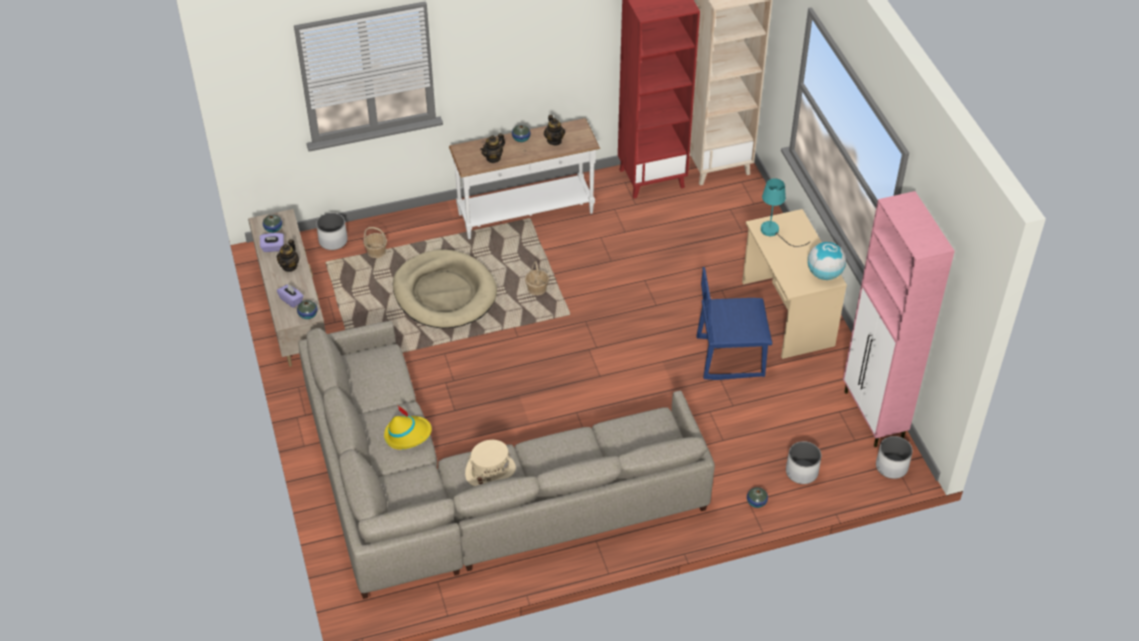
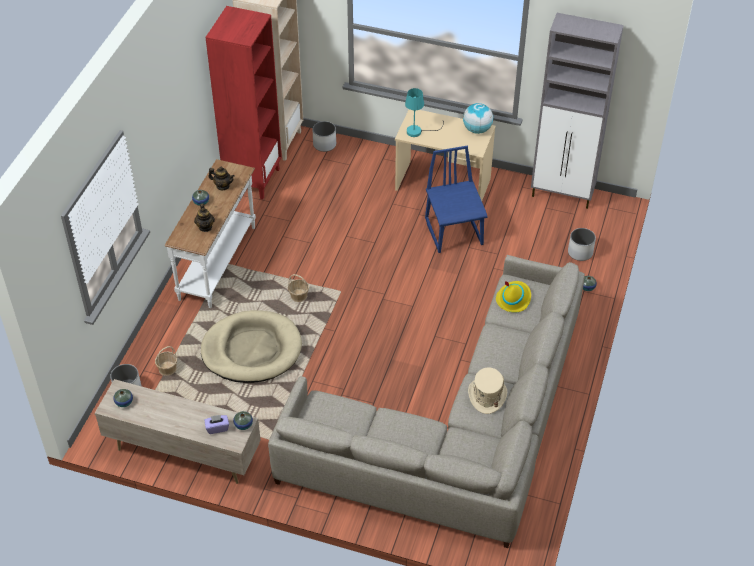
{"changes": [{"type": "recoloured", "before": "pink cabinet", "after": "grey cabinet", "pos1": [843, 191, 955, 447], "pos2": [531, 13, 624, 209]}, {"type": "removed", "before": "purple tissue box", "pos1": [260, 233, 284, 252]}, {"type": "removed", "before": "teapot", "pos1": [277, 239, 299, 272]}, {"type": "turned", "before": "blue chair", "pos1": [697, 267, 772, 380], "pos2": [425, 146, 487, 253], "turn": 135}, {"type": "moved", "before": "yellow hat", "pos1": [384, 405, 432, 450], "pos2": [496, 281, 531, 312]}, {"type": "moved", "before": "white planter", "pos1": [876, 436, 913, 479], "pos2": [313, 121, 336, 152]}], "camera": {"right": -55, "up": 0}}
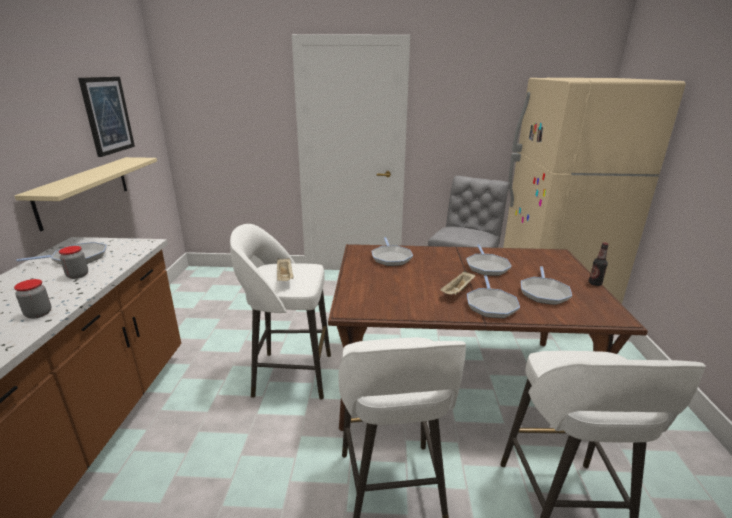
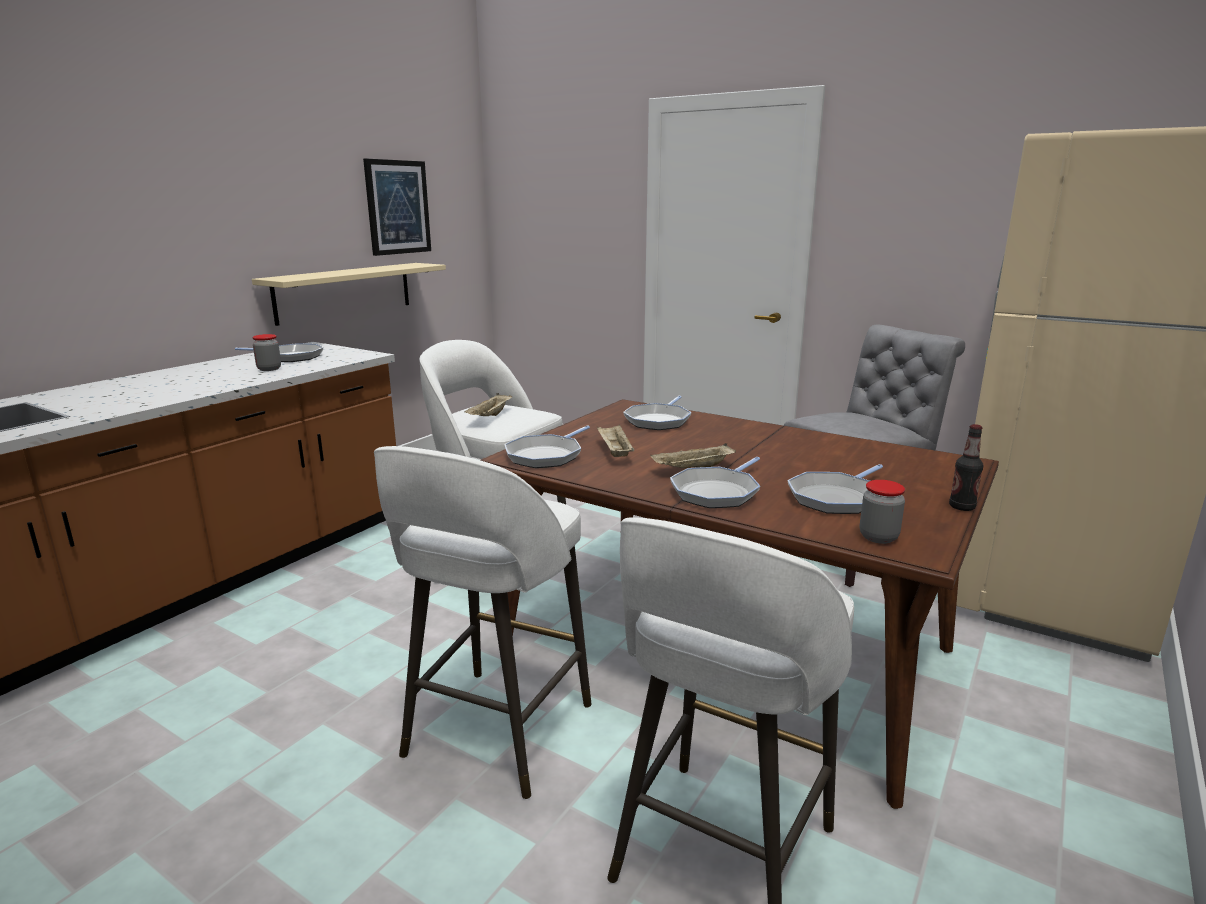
{"changes": [{"type": "moved", "before": "frying pan", "pos1": [466, 244, 512, 276], "pos2": [504, 426, 590, 468]}, {"type": "moved", "before": "jar", "pos1": [14, 279, 51, 319], "pos2": [860, 480, 905, 544]}, {"type": "added", "after": "beige tray", "pos2": [597, 424, 634, 457]}], "camera": {"right": 30, "up": -5}}
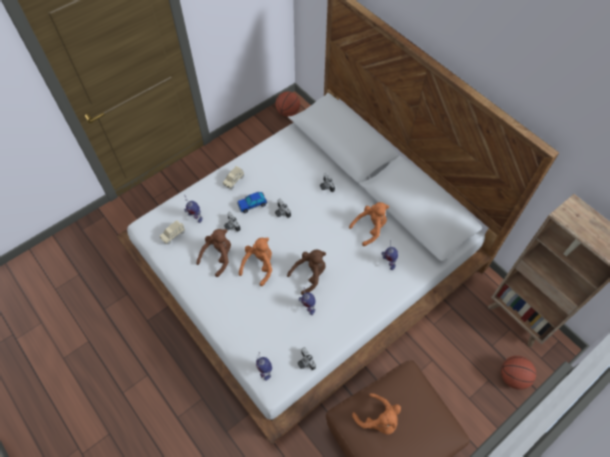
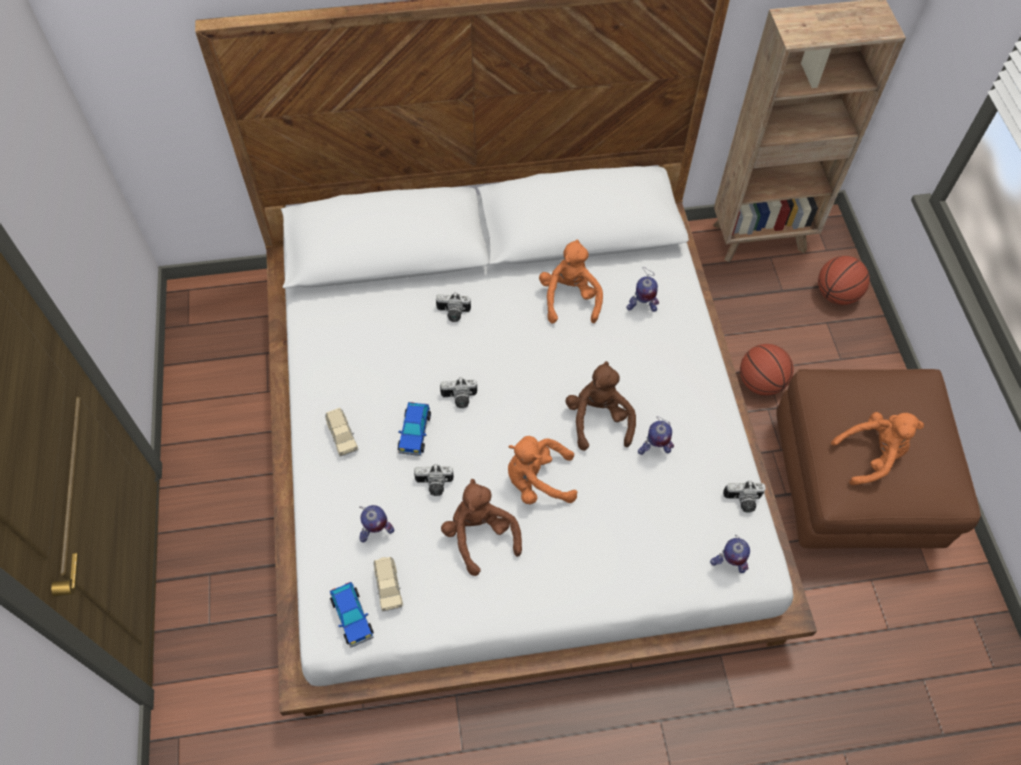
{"changes": [{"type": "moved", "before": "basketball", "pos1": [276, 91, 300, 117], "pos2": [740, 344, 793, 396]}, {"type": "turned", "before": "orange plush toy", "pos1": [239, 237, 272, 286], "pos2": [508, 436, 578, 505], "turn": -60}, {"type": "added", "after": "toy car", "pos2": [330, 582, 374, 648]}], "camera": {"right": -60, "up": 0}}
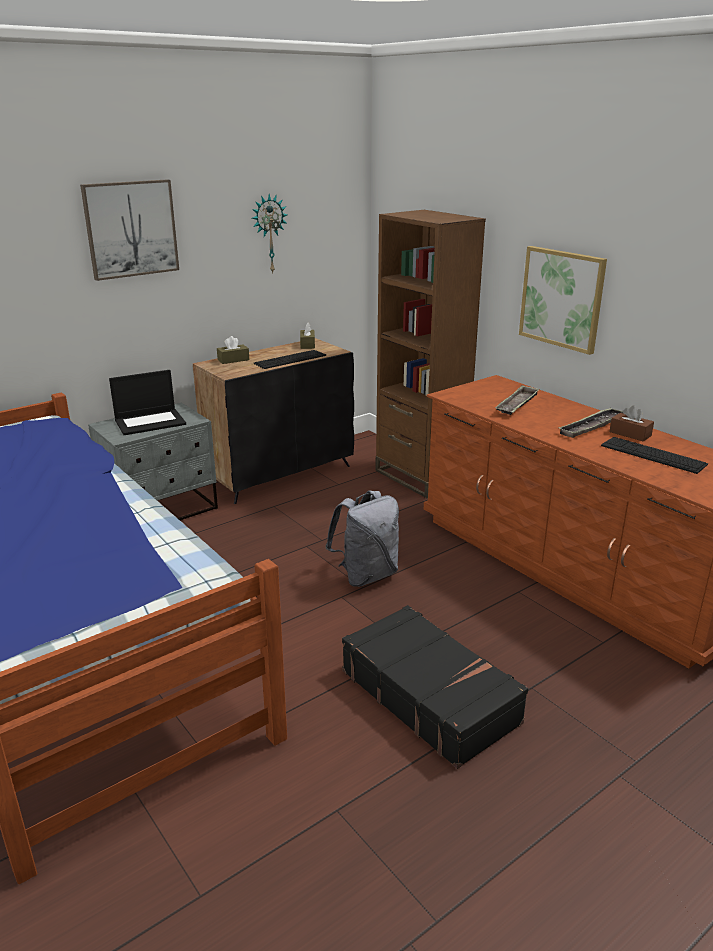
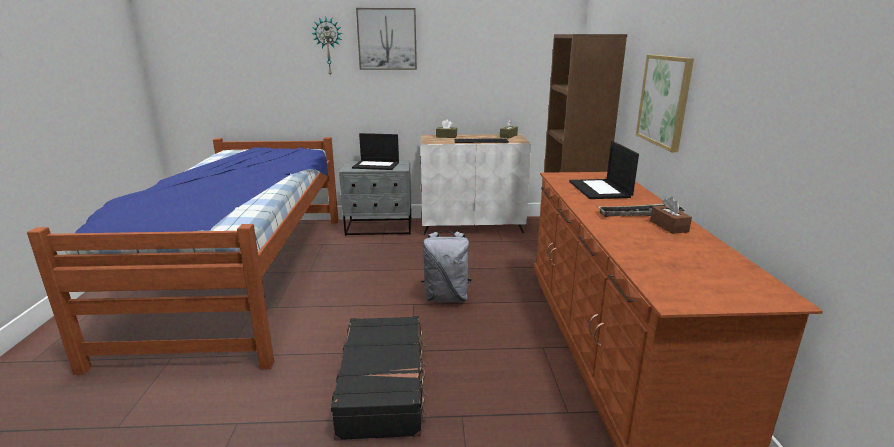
{"changes": [{"type": "moved", "before": "wall clock", "pos1": [252, 194, 288, 274], "pos2": [311, 17, 343, 77]}, {"type": "recoloured", "before": "black cabinet", "after": "white cabinet", "pos1": [193, 338, 354, 504], "pos2": [420, 134, 531, 235]}, {"type": "replaced", "before": "tray", "after": "laptop", "pos1": [495, 385, 539, 415], "pos2": [569, 141, 639, 199]}, {"type": "removed", "before": "keyboard", "pos1": [601, 437, 708, 474]}], "camera": {"right": 35, "up": -5}}
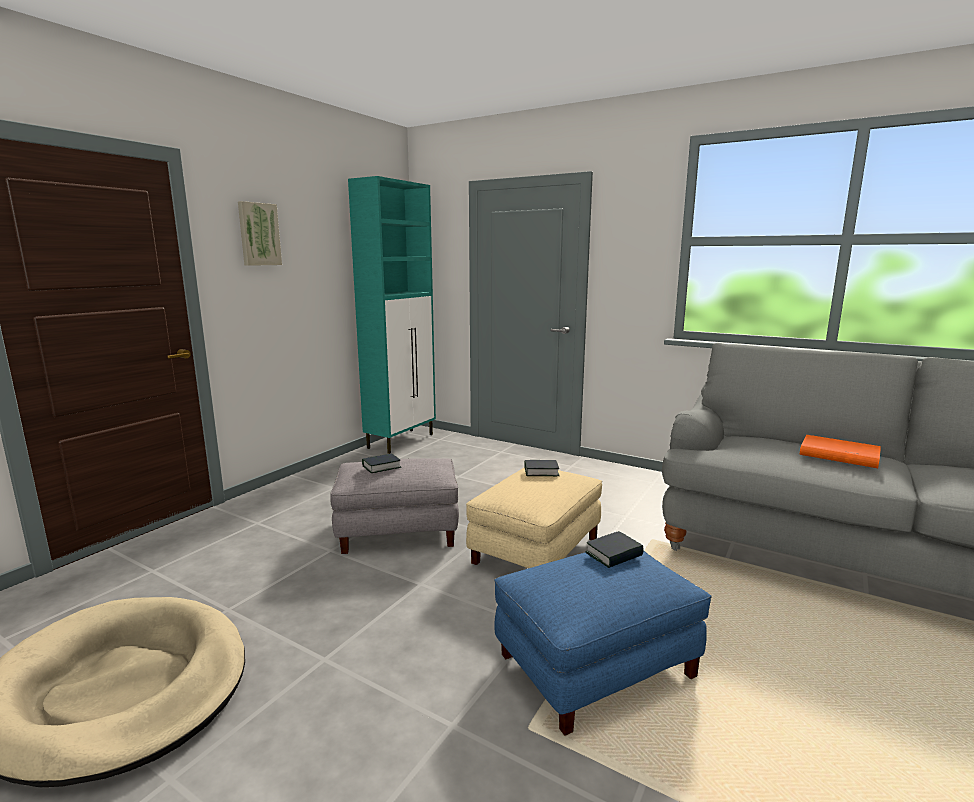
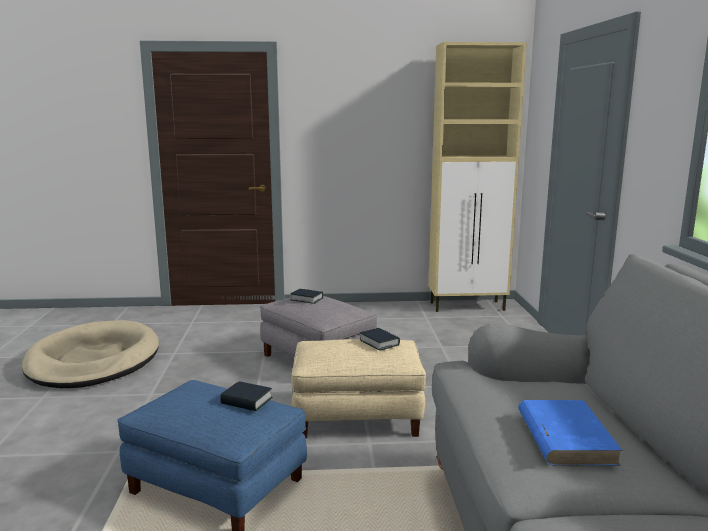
{"changes": [{"type": "recoloured", "before": "turquoise cabinet", "after": "beige cabinet", "pos1": [348, 176, 436, 454], "pos2": [429, 42, 527, 312]}, {"type": "removed", "before": "picture", "pos1": [238, 201, 282, 266]}, {"type": "recoloured", "before": "orange book", "after": "blue book", "pos1": [800, 435, 881, 468], "pos2": [518, 400, 623, 466]}], "camera": {"right": 55, "up": 0}}
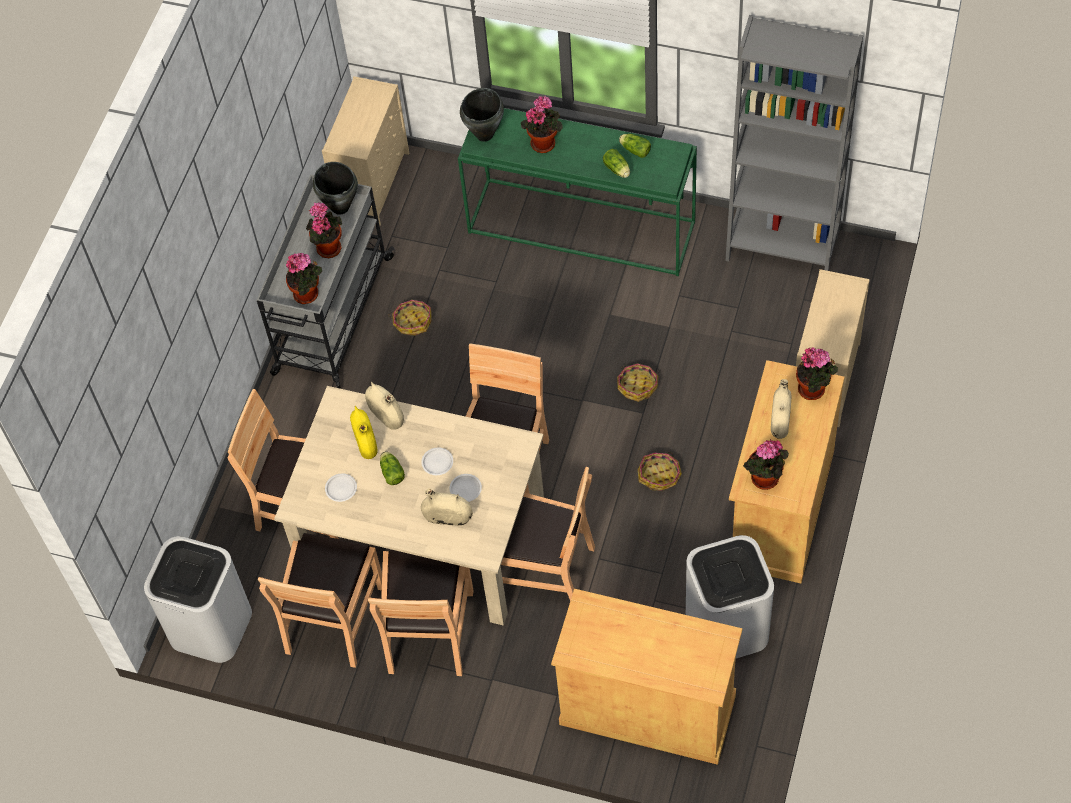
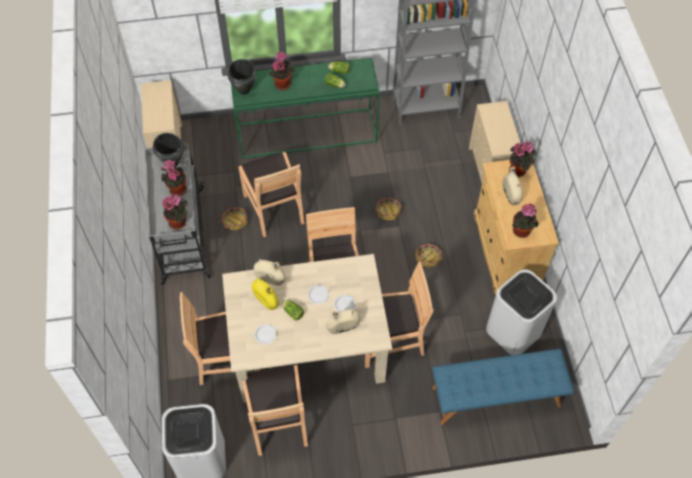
{"changes": [{"type": "moved", "before": "brown chair", "pos1": [368, 550, 474, 676], "pos2": [238, 152, 305, 237]}, {"type": "replaced", "before": "beige cabinet", "after": "blue bench", "pos1": [551, 589, 743, 765], "pos2": [432, 349, 574, 425]}], "camera": {"right": -30, "up": 0}}
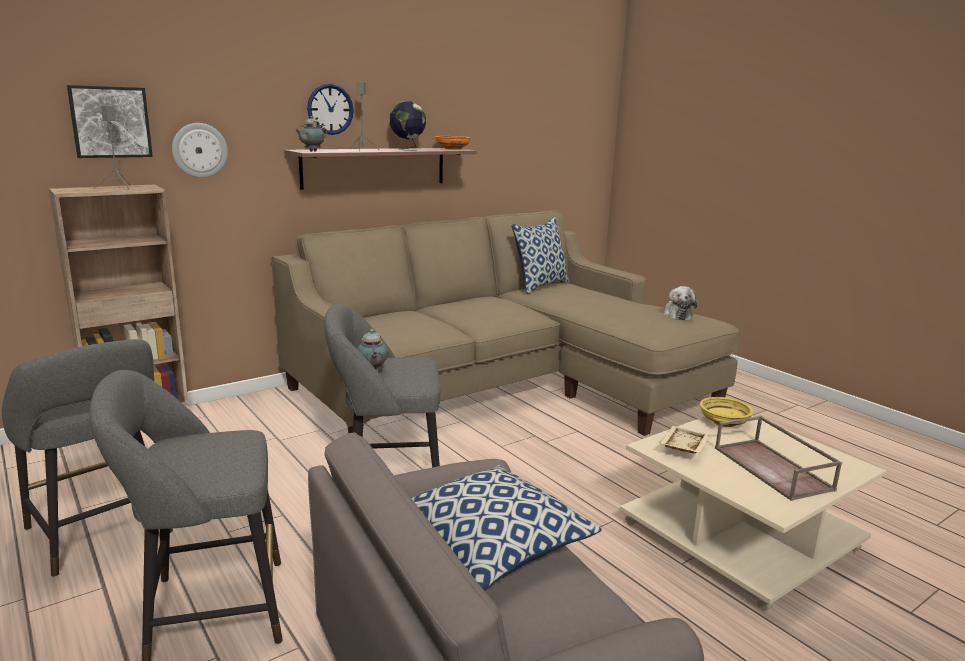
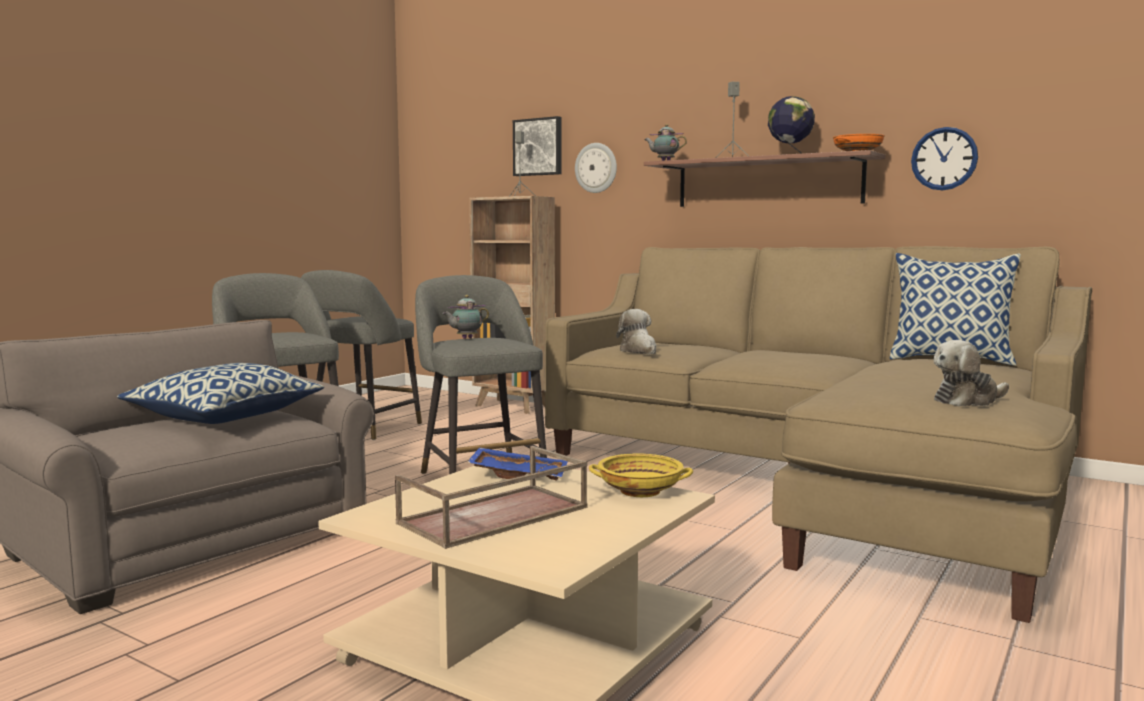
{"changes": [{"type": "moved", "before": "wall clock", "pos1": [307, 84, 354, 135], "pos2": [911, 127, 978, 190]}, {"type": "recoloured", "before": "beige tray", "after": "blue tray", "pos1": [660, 426, 709, 454], "pos2": [467, 447, 567, 481]}, {"type": "added", "after": "plush toy", "pos2": [616, 309, 656, 354]}], "camera": {"right": 70, "up": -10}}
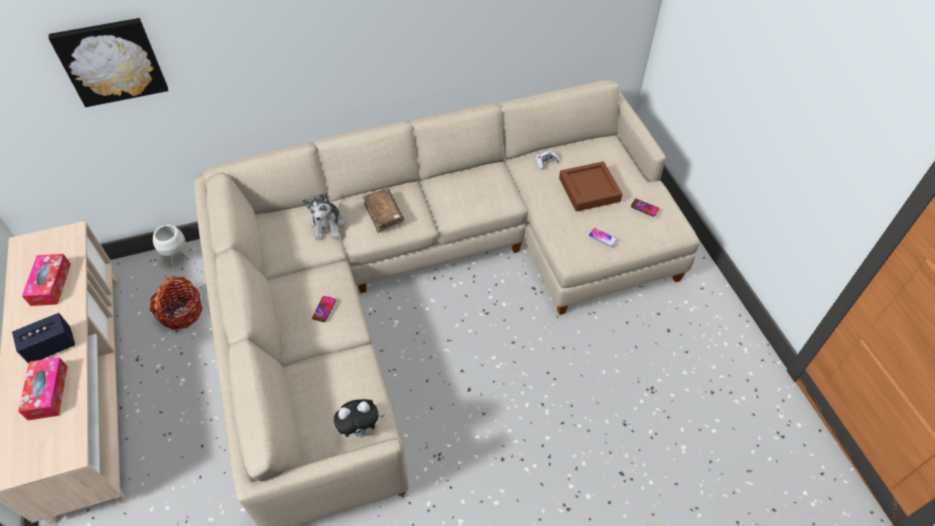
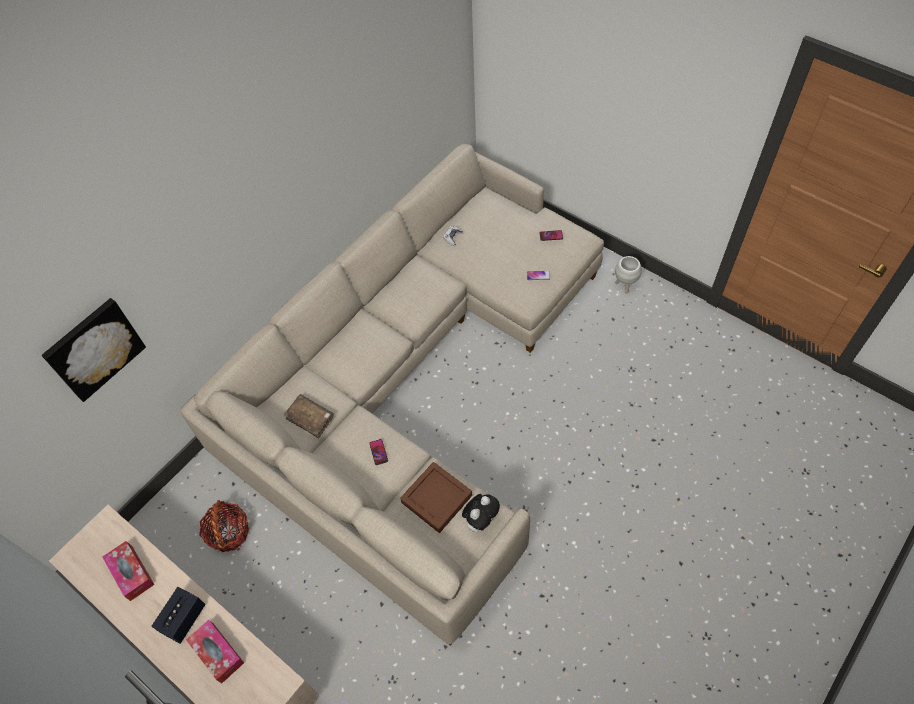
{"changes": [{"type": "moved", "before": "brown tray", "pos1": [559, 161, 622, 212], "pos2": [400, 462, 472, 533]}, {"type": "moved", "before": "brown book", "pos1": [363, 188, 404, 233], "pos2": [283, 394, 334, 438]}, {"type": "removed", "before": "plush toy", "pos1": [303, 193, 344, 240]}, {"type": "moved", "before": "white planter", "pos1": [153, 225, 190, 267], "pos2": [615, 256, 642, 294]}], "camera": {"right": -30, "up": 5}}
